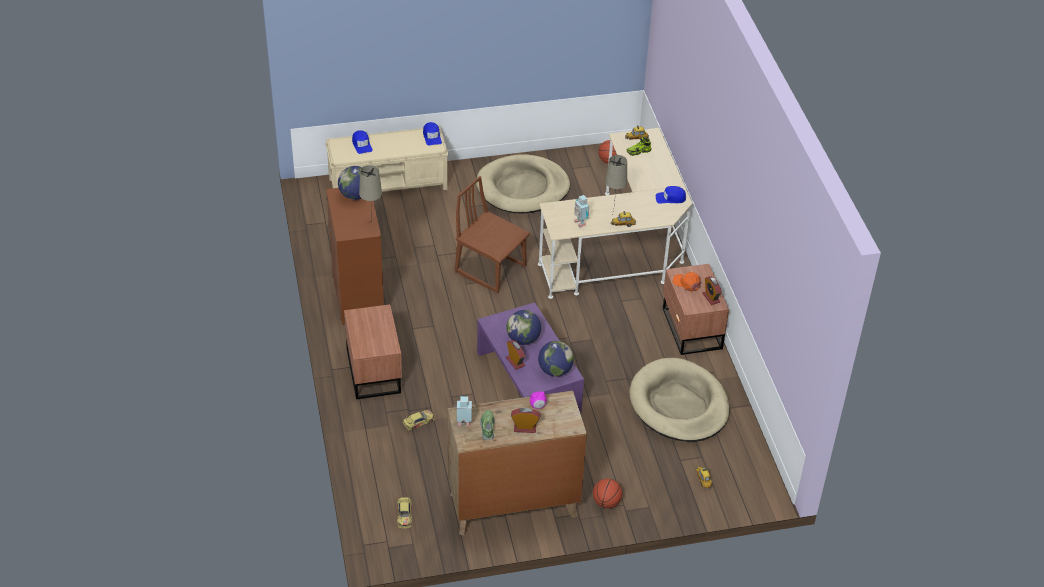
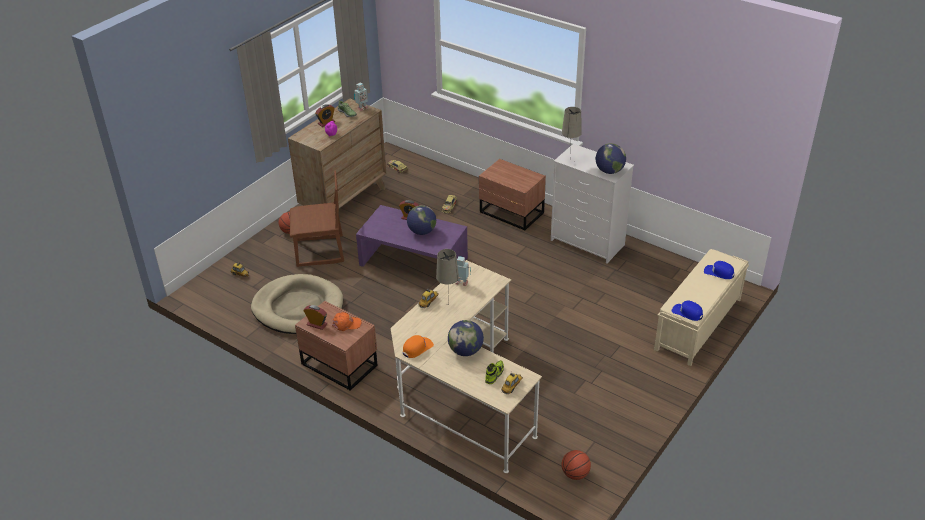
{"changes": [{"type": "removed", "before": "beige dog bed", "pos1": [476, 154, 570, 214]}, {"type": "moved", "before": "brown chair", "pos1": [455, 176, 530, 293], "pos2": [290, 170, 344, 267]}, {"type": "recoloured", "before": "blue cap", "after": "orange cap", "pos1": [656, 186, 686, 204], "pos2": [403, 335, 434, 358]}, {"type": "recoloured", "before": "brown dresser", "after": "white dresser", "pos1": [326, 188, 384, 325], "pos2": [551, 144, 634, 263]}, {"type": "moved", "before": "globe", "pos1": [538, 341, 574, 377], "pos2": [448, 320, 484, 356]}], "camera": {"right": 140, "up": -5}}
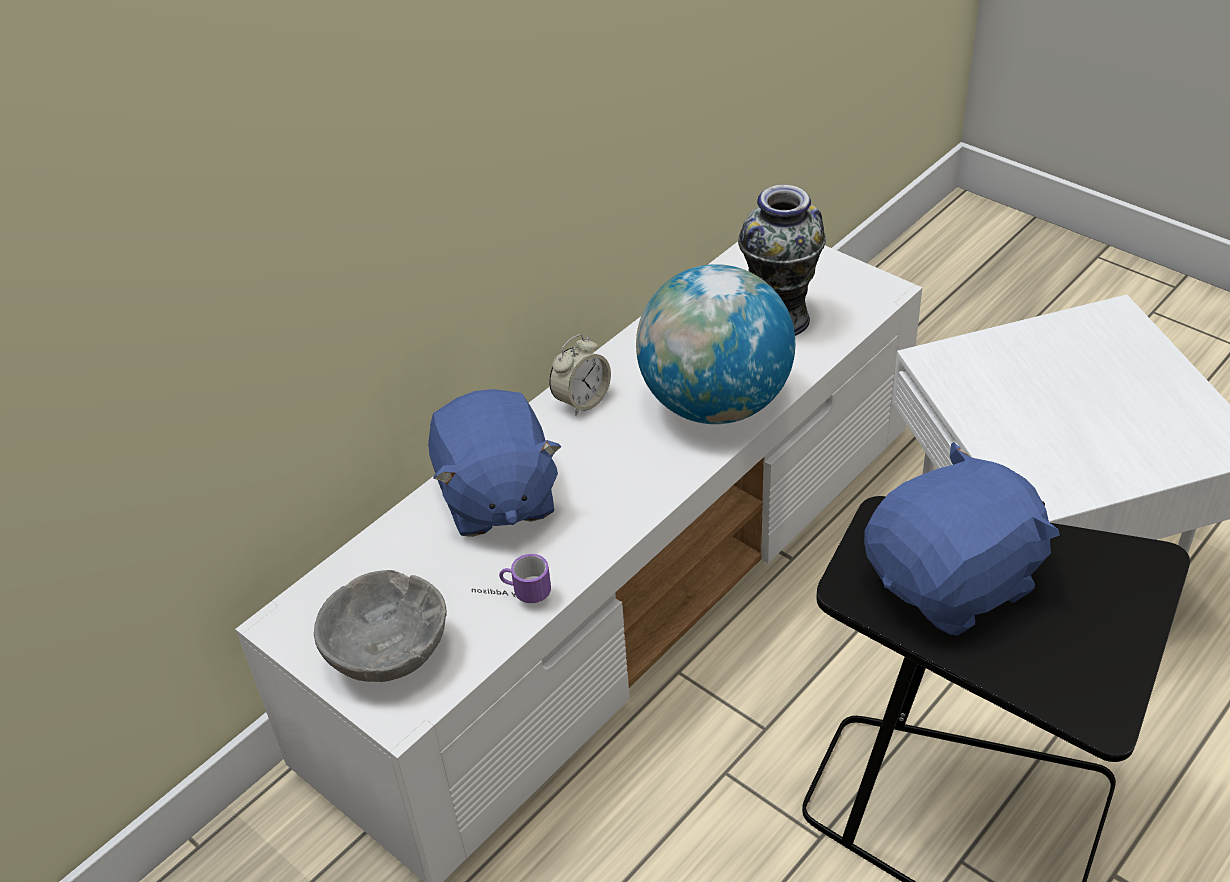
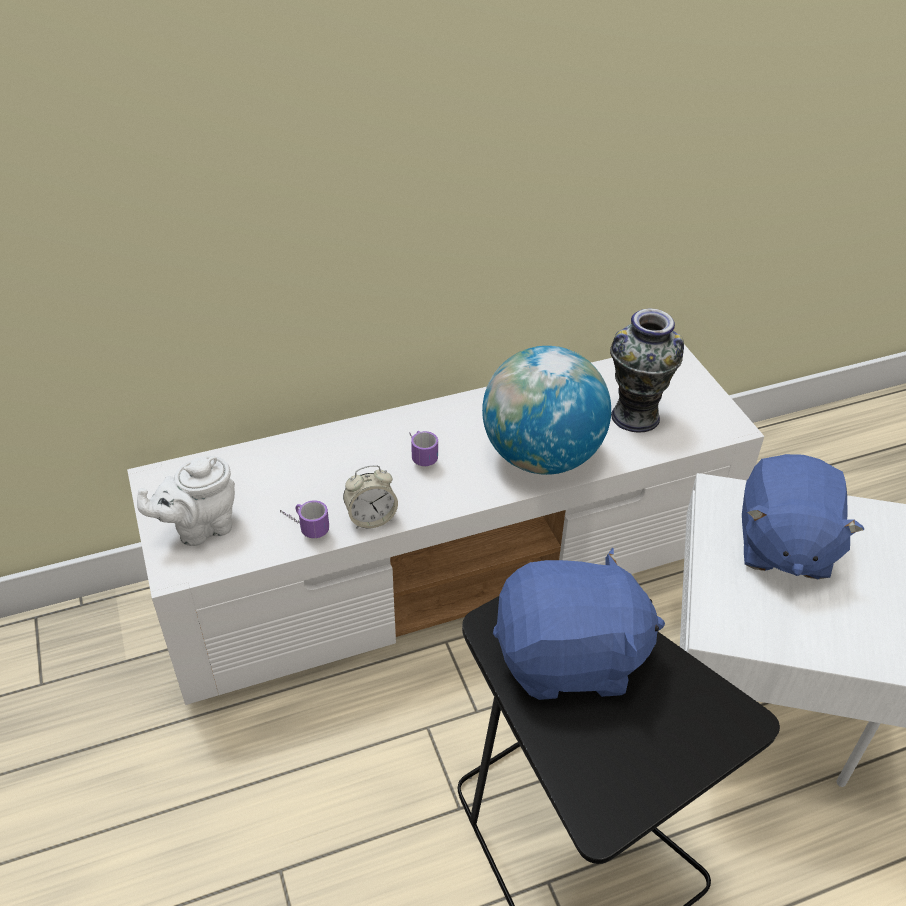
{"changes": [{"type": "moved", "before": "alarm clock", "pos1": [549, 334, 611, 416], "pos2": [343, 465, 398, 529]}, {"type": "moved", "before": "blue plush toy", "pos1": [428, 389, 562, 537], "pos2": [742, 454, 864, 579]}, {"type": "replaced", "before": "grey bowl", "after": "white teapot", "pos1": [314, 570, 447, 682], "pos2": [137, 456, 235, 546]}, {"type": "added", "after": "mug", "pos2": [410, 431, 438, 466]}], "camera": {"right": 25, "up": 0}}
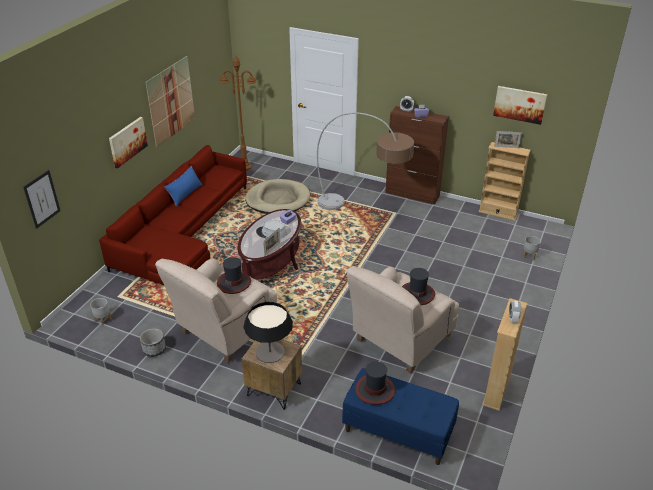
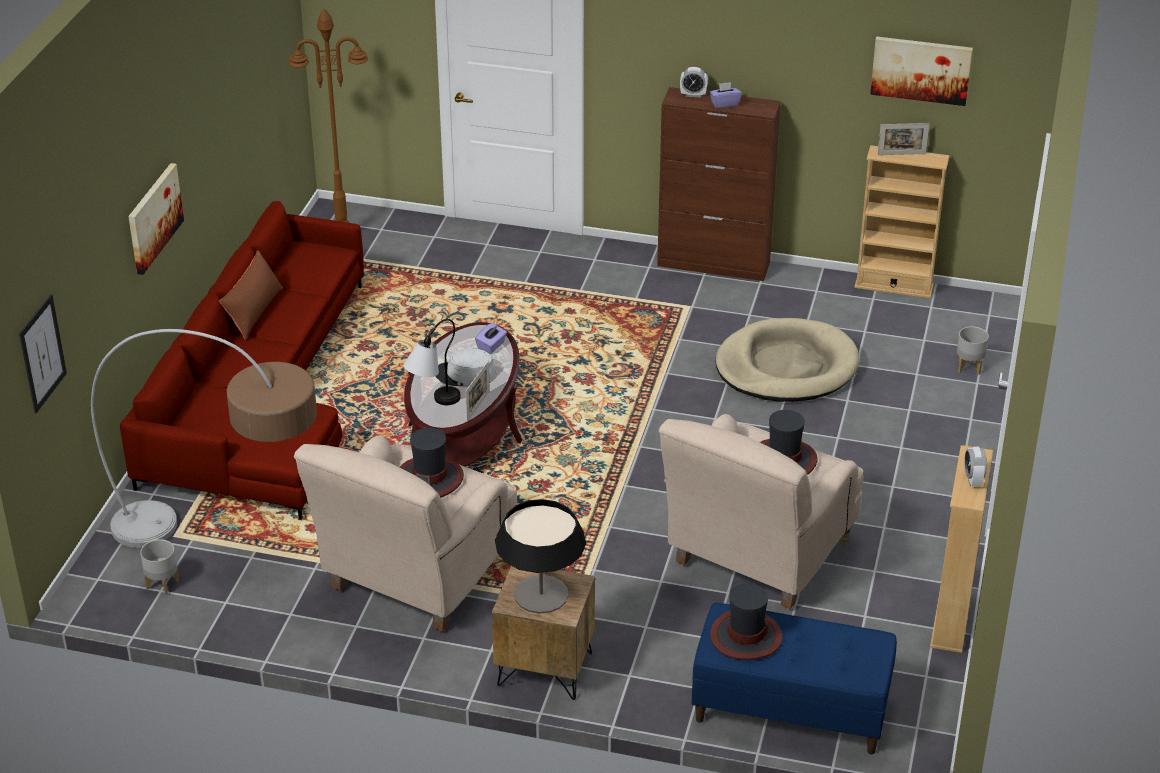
{"changes": [{"type": "removed", "before": "picture", "pos1": [145, 56, 195, 148]}, {"type": "moved", "before": "floor lamp", "pos1": [317, 112, 414, 210], "pos2": [91, 329, 317, 548]}, {"type": "recoloured", "before": "blue pillow", "after": "brown pillow", "pos1": [165, 166, 202, 207], "pos2": [219, 250, 283, 340]}, {"type": "moved", "before": "beige dog bed", "pos1": [245, 179, 310, 214], "pos2": [715, 318, 859, 402]}, {"type": "removed", "before": "planter", "pos1": [140, 328, 166, 357]}, {"type": "added", "after": "table lamp", "pos2": [403, 319, 461, 405]}], "camera": {"right": -10, "up": 0}}
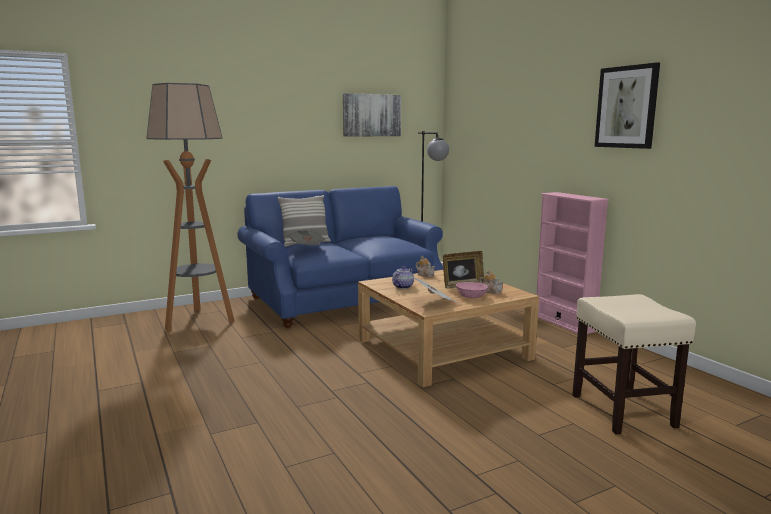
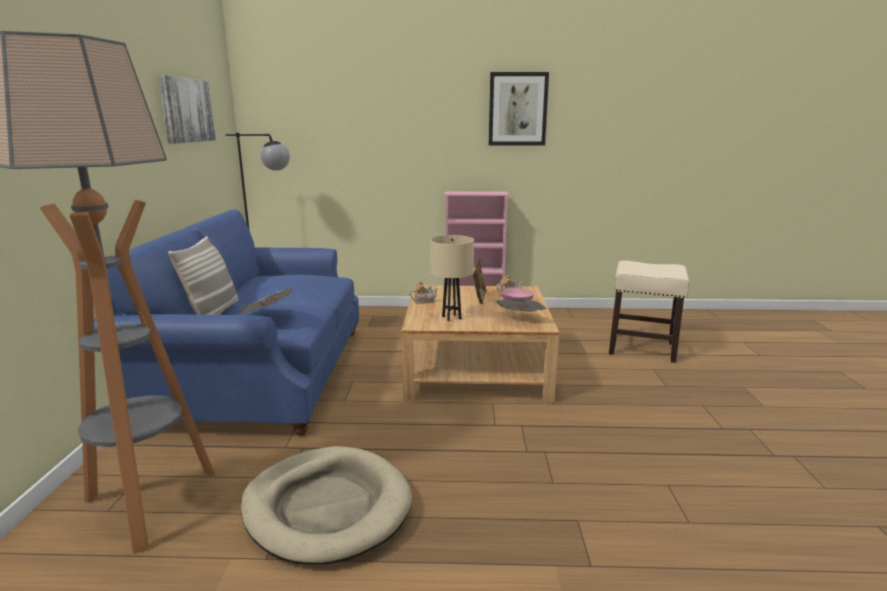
{"changes": [{"type": "replaced", "before": "teapot", "after": "beige table lamp", "pos1": [392, 266, 414, 289], "pos2": [430, 235, 474, 321]}, {"type": "added", "after": "beige dog bed", "pos2": [241, 446, 412, 565]}], "camera": {"right": -60, "up": 5}}
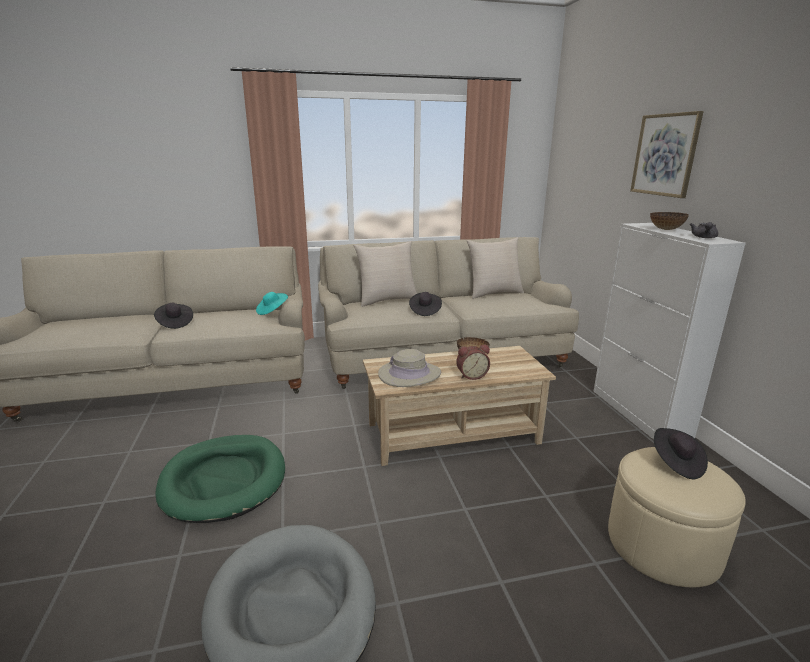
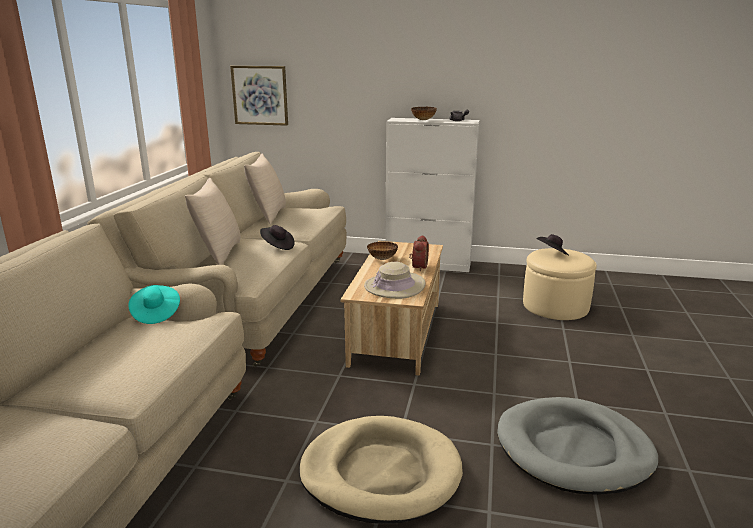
{"changes": [{"type": "moved", "before": "picture", "pos1": [630, 111, 704, 198], "pos2": [230, 66, 288, 126]}, {"type": "removed", "before": "black hat", "pos1": [154, 303, 193, 329]}, {"type": "recoloured", "before": "green dog bed", "after": "beige dog bed", "pos1": [155, 435, 285, 523], "pos2": [299, 416, 463, 524]}], "camera": {"right": -65, "up": 0}}
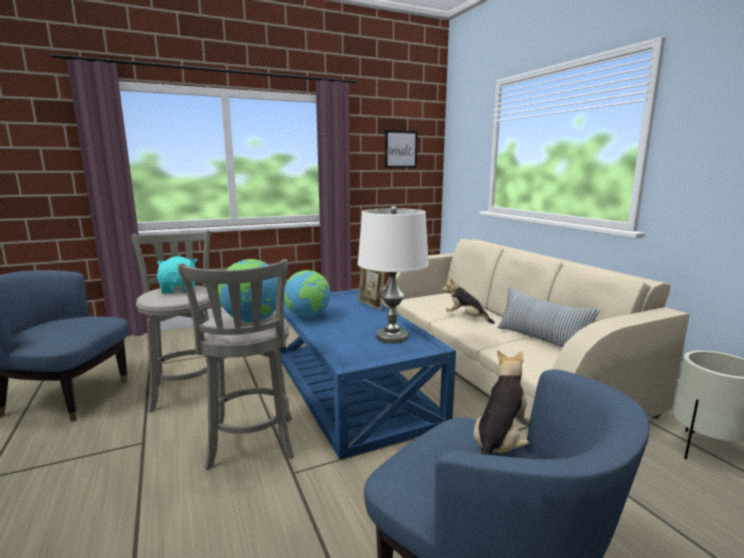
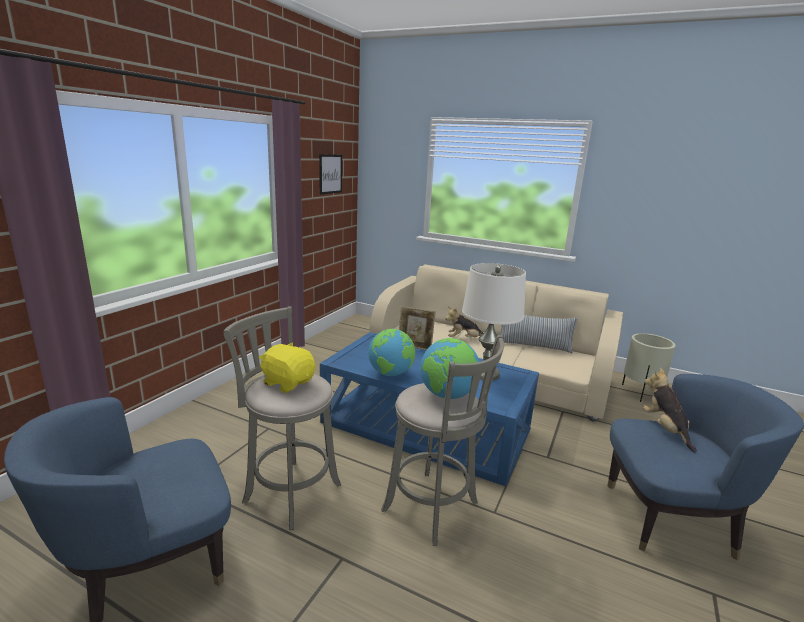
{"changes": [{"type": "recoloured", "before": "turquoise plush toy", "after": "yellow plush toy", "pos1": [157, 256, 197, 294], "pos2": [259, 343, 315, 393]}], "camera": {"right": -40, "up": 5}}
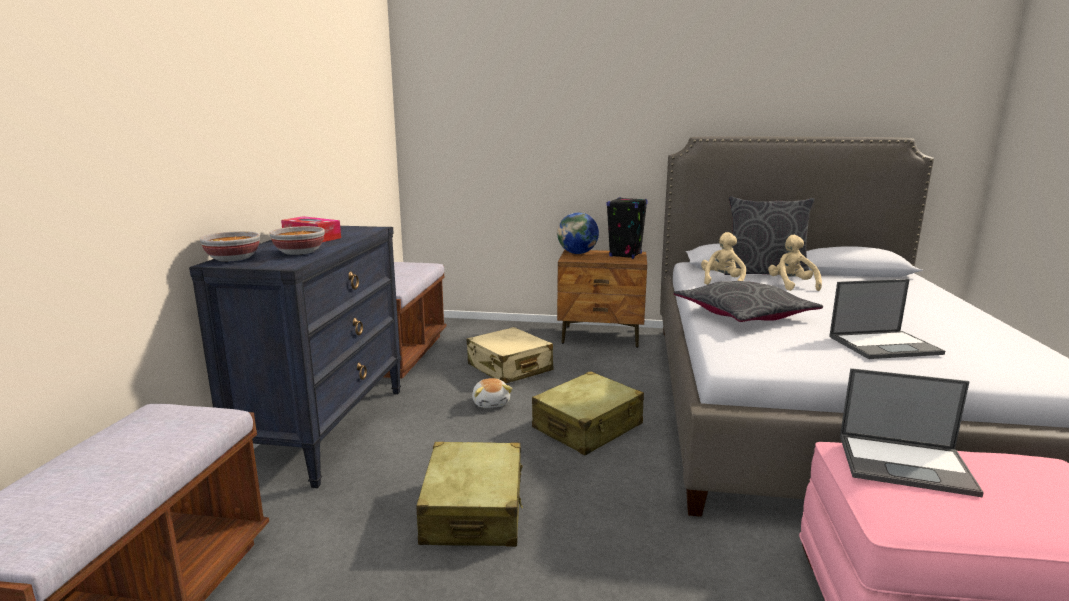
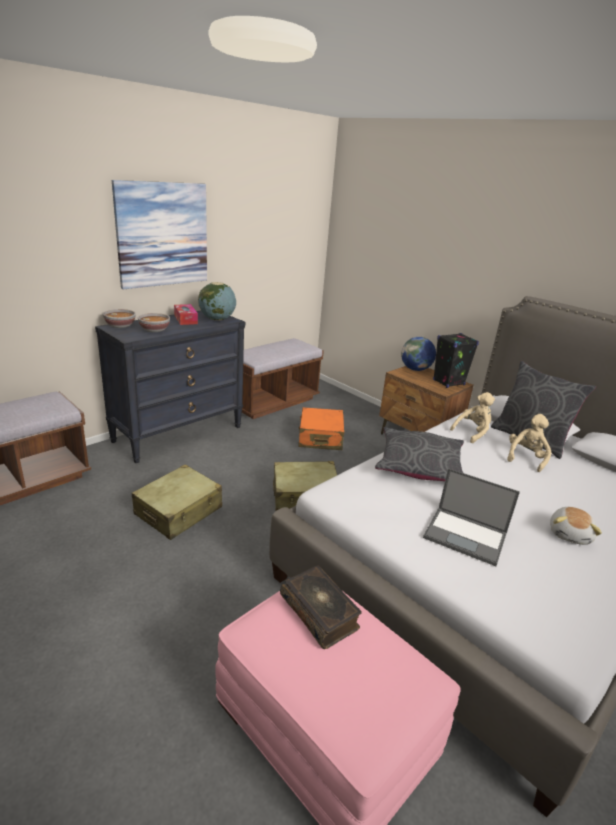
{"changes": [{"type": "recoloured", "before": "beige suitcase", "after": "orange suitcase", "pos1": [467, 327, 553, 384], "pos2": [298, 407, 345, 450]}, {"type": "replaced", "before": "laptop", "after": "book", "pos1": [840, 368, 984, 497], "pos2": [280, 565, 362, 649]}, {"type": "moved", "before": "plush toy", "pos1": [472, 378, 512, 408], "pos2": [550, 507, 602, 545]}, {"type": "added", "after": "picture", "pos2": [112, 180, 207, 289]}, {"type": "added", "after": "globe", "pos2": [198, 282, 236, 320]}], "camera": {"right": 35, "up": 10}}
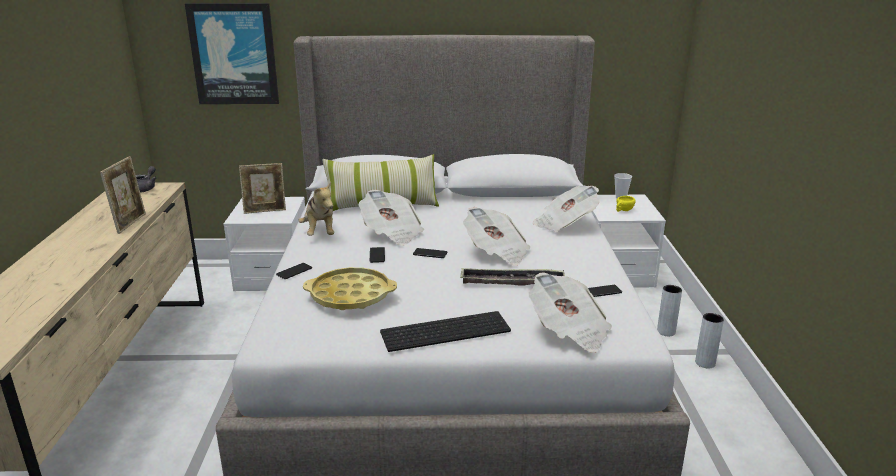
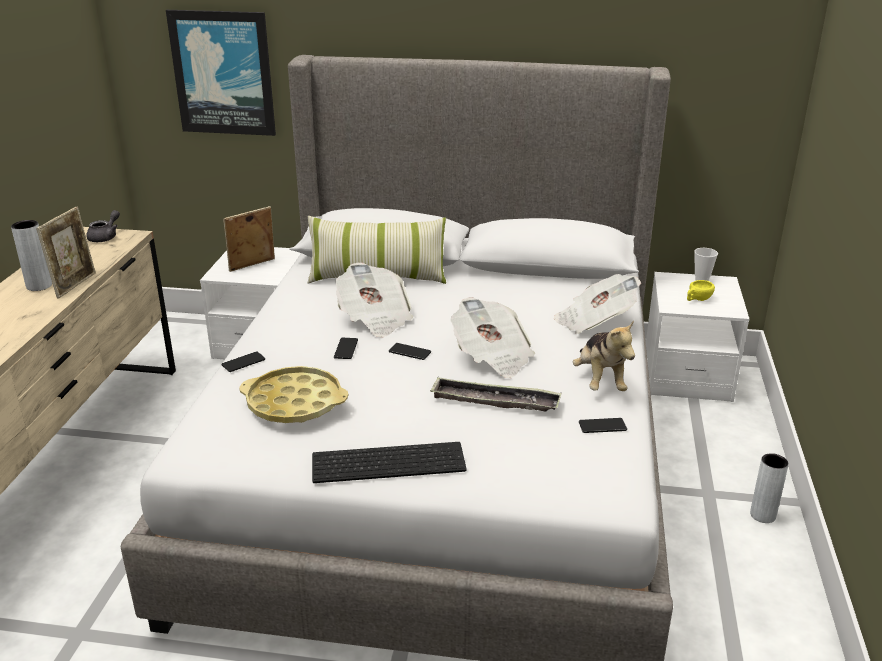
{"changes": [{"type": "turned", "before": "picture frame", "pos1": [239, 163, 286, 214], "pos2": [223, 206, 275, 272], "turn": 150}, {"type": "moved", "before": "plush toy", "pos1": [298, 182, 334, 236], "pos2": [573, 320, 635, 391]}, {"type": "removed", "before": "newspaper", "pos1": [529, 272, 612, 353]}, {"type": "moved", "before": "grey vase", "pos1": [657, 285, 682, 336], "pos2": [11, 220, 52, 291]}], "camera": {"right": 10, "up": 5}}
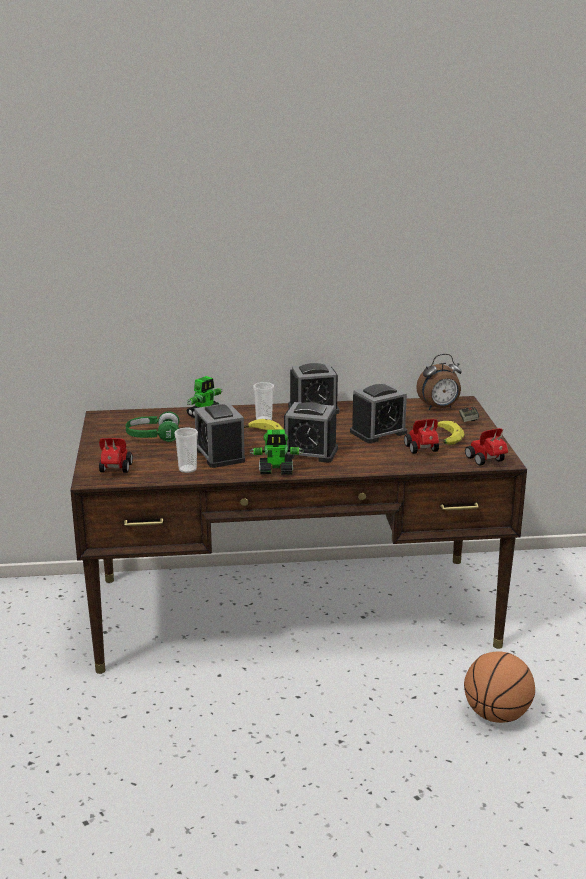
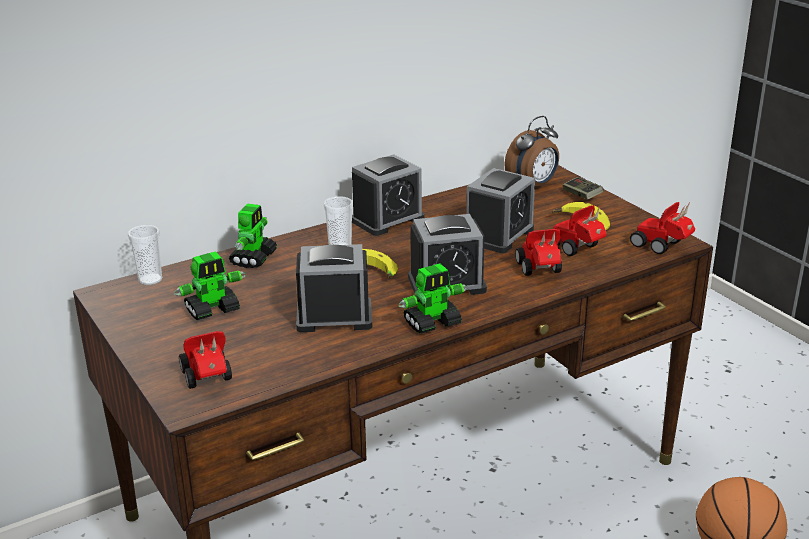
{"changes": [{"type": "turned", "before": "alarm clock", "pos1": [194, 403, 245, 468], "pos2": [296, 244, 372, 332], "turn": 135}, {"type": "replaced", "before": "green headphones", "after": "toy robot", "pos1": [126, 411, 179, 442], "pos2": [174, 251, 246, 320]}, {"type": "moved", "before": "cup", "pos1": [174, 428, 198, 473], "pos2": [128, 225, 162, 285]}, {"type": "added", "after": "toy car", "pos2": [515, 229, 562, 276]}], "camera": {"right": -25, "up": 5}}
